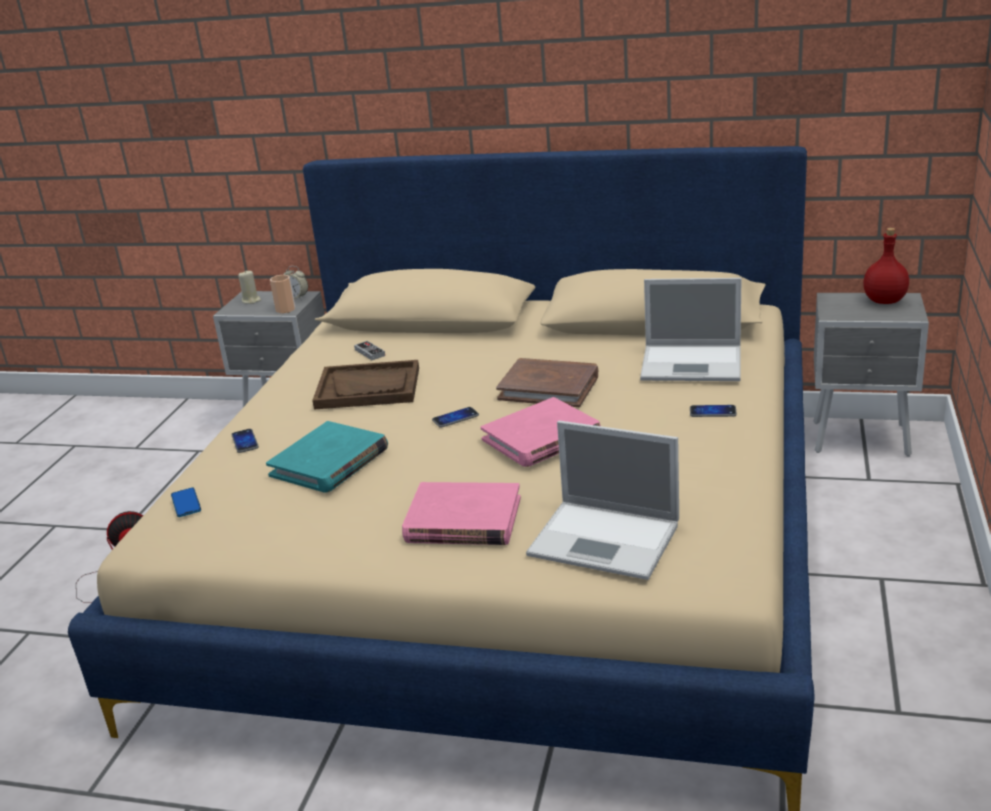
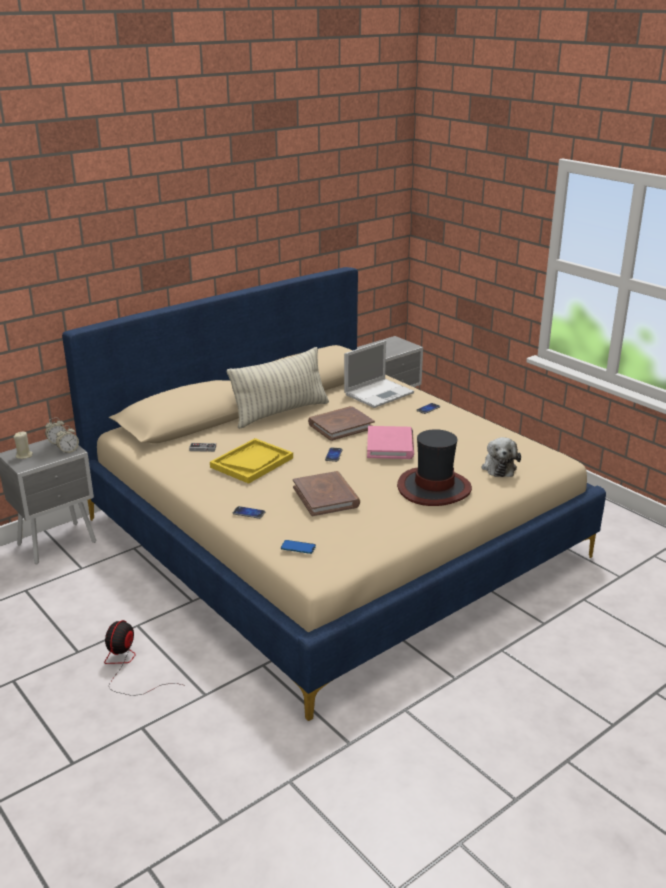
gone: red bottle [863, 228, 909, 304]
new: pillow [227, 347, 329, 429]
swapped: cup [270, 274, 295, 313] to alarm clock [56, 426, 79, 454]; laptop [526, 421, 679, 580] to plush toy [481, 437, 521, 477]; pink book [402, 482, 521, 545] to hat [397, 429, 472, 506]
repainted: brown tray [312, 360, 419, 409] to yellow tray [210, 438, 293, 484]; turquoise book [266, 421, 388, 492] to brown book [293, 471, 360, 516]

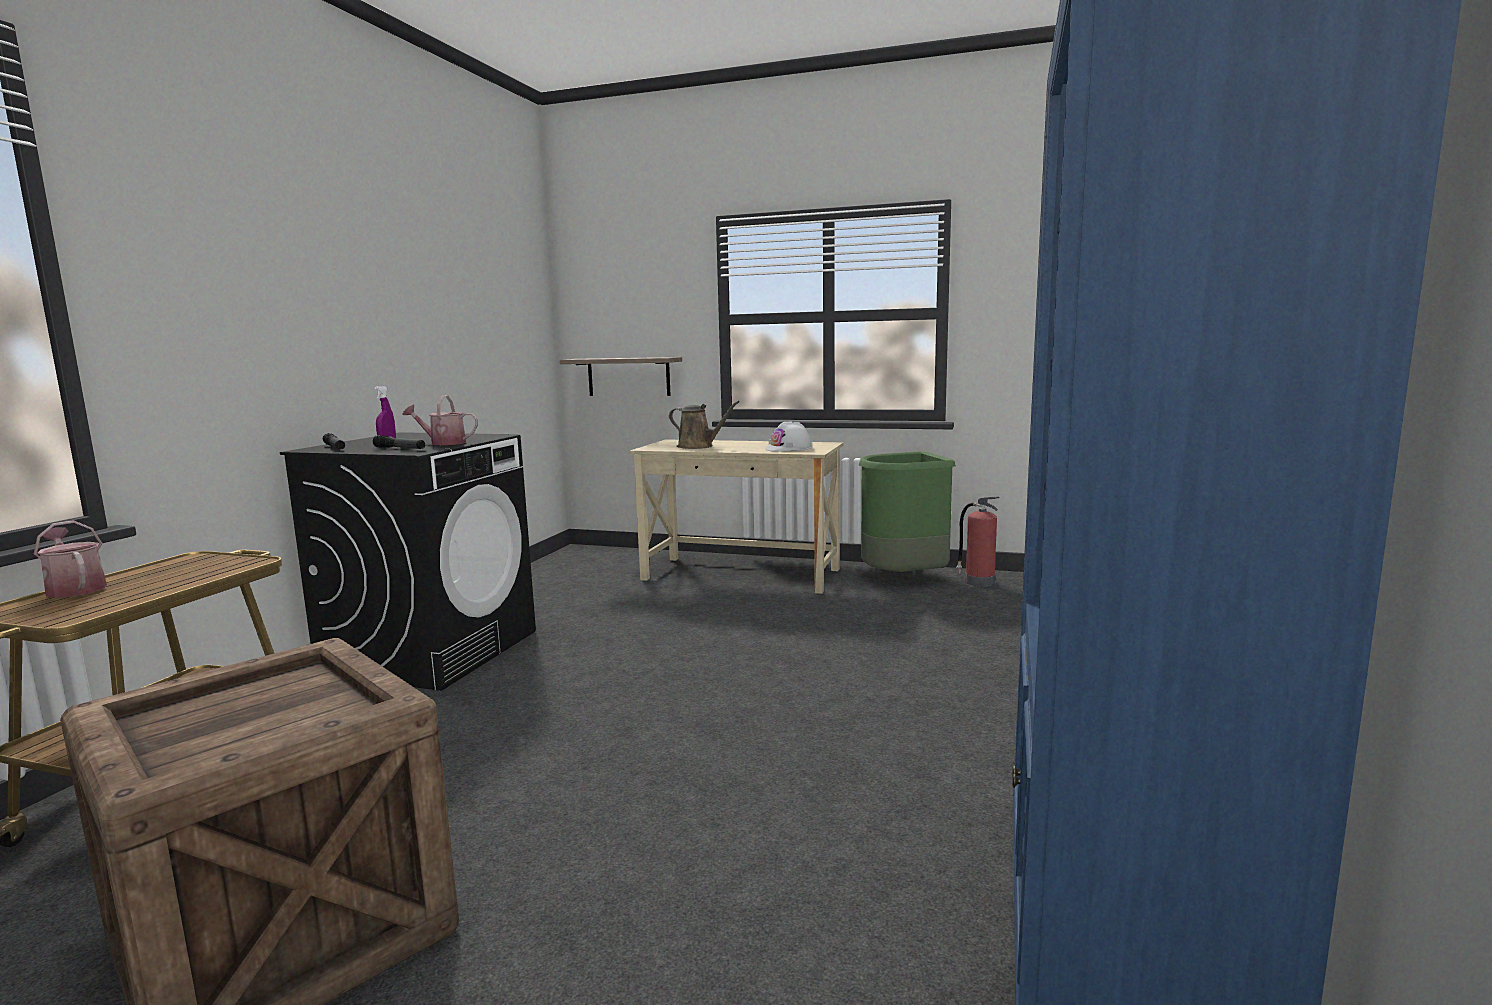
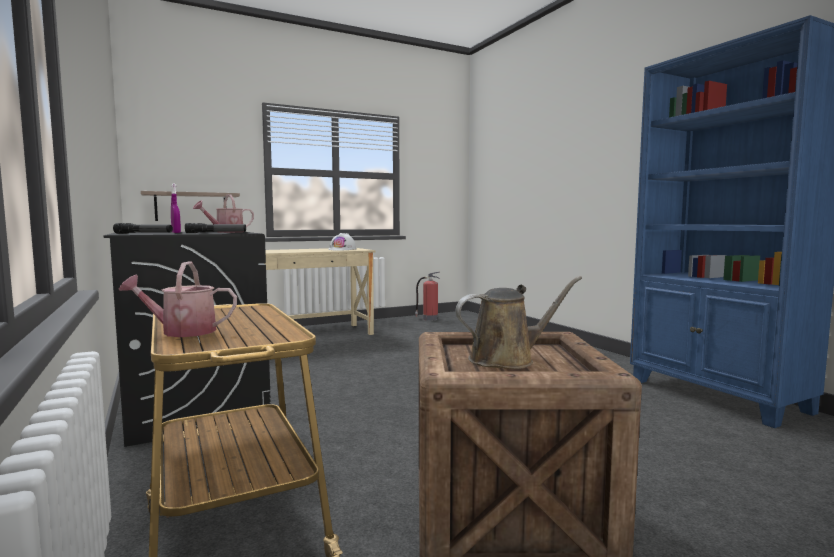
gone: green trash can [859, 452, 956, 572]
shifted: brown watering can [669, 401, 740, 449] to [456, 276, 582, 369]

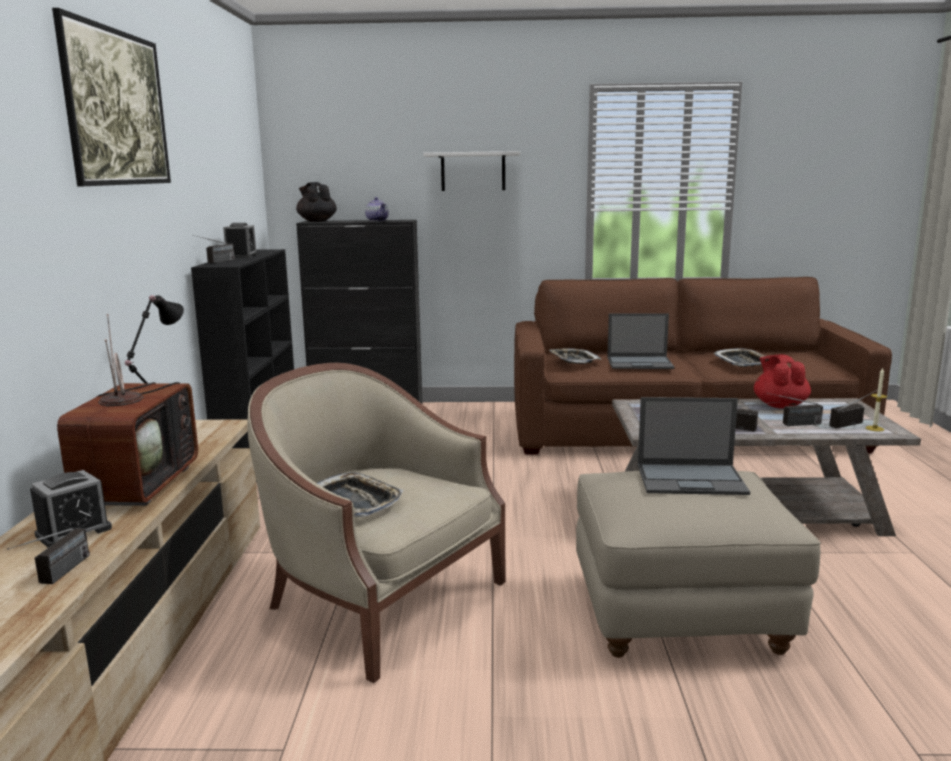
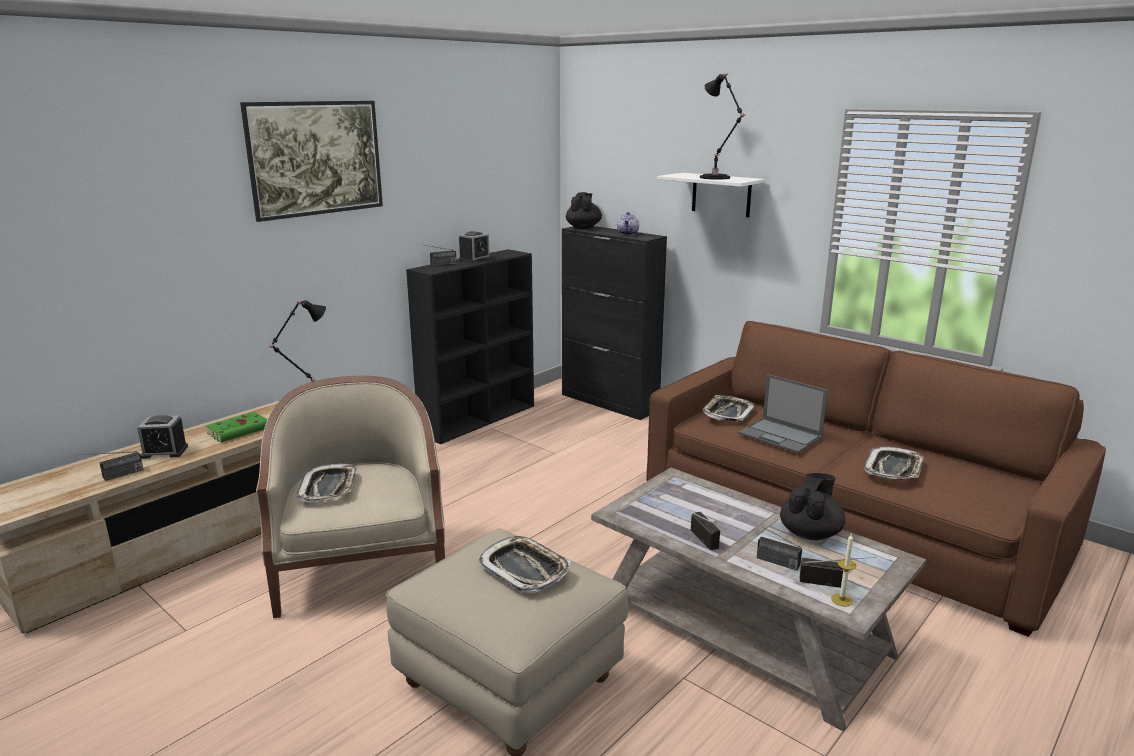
new: black table lamp [700, 73, 745, 180]
swapped: television [57, 314, 198, 506] to green book [206, 412, 268, 442]; laptop [638, 397, 750, 495] to tray [477, 536, 571, 593]
repainted: red teapot [754, 354, 811, 408] to black teapot [780, 473, 845, 540]

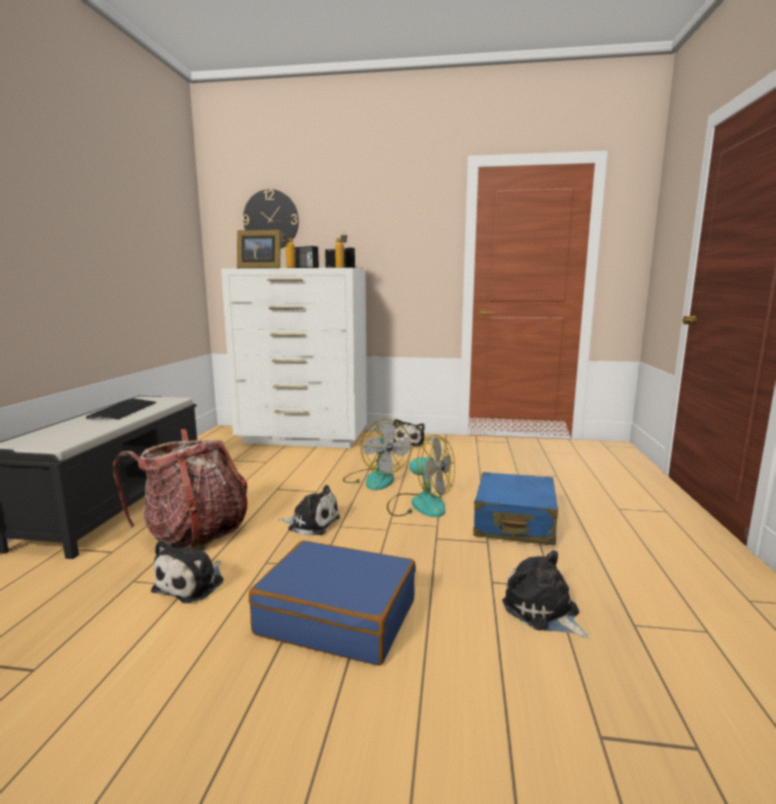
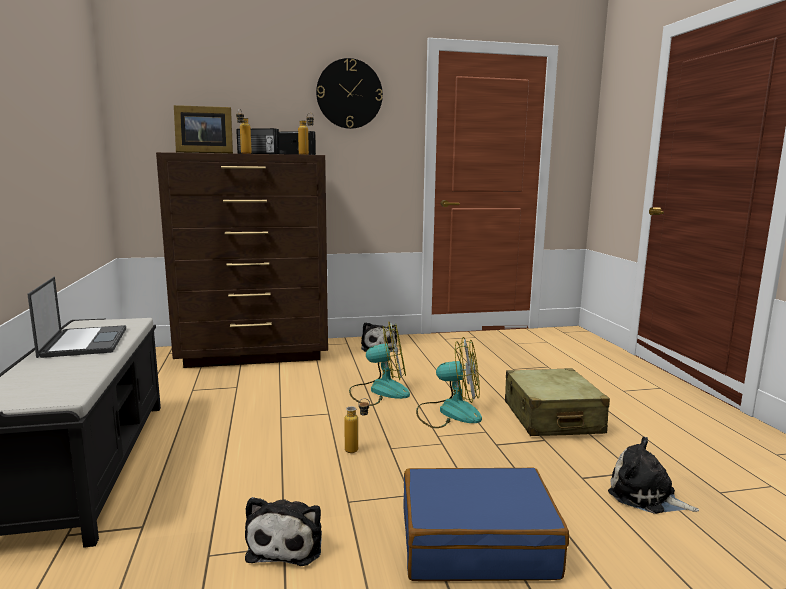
gone: backpack [113, 429, 247, 551]
shifted: wall clock [243, 189, 299, 249] to [316, 58, 383, 129]
swapped: keyboard [86, 398, 157, 420] to laptop [27, 277, 126, 358]; plush toy [278, 485, 340, 535] to bottle [344, 398, 370, 453]
repainted: white dresser [221, 268, 367, 448] to brown dresser [156, 152, 328, 368]; blue suitcase [473, 472, 558, 545] to beige suitcase [505, 368, 610, 436]
rotated: fan [343, 419, 411, 490] = [349, 321, 410, 406] 45 degrees counterclockwise

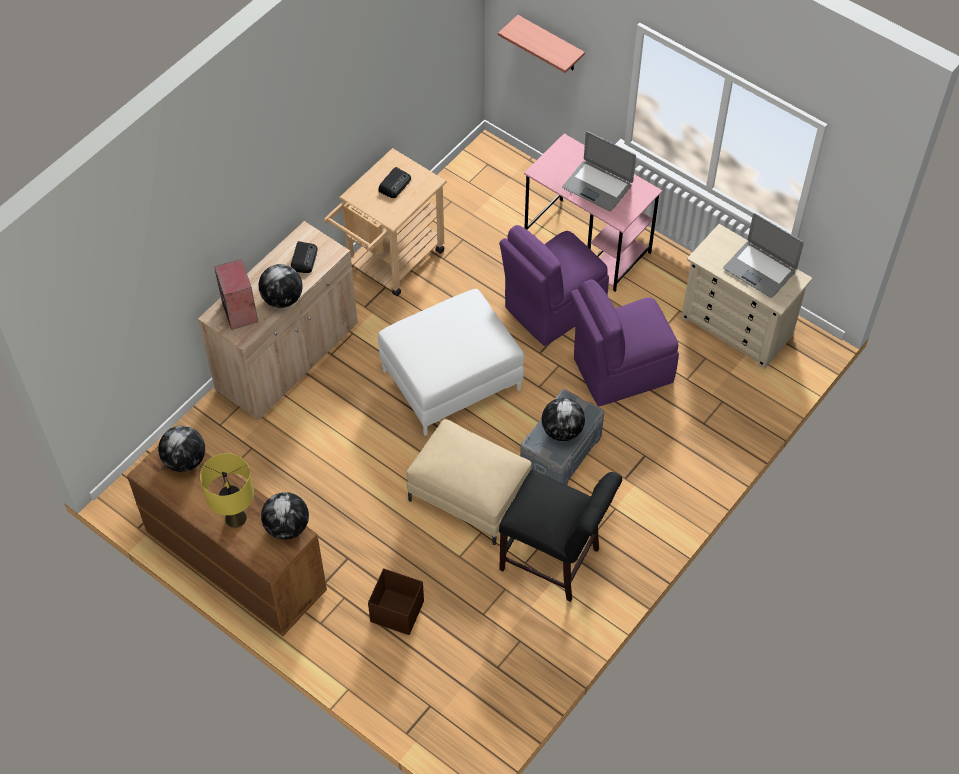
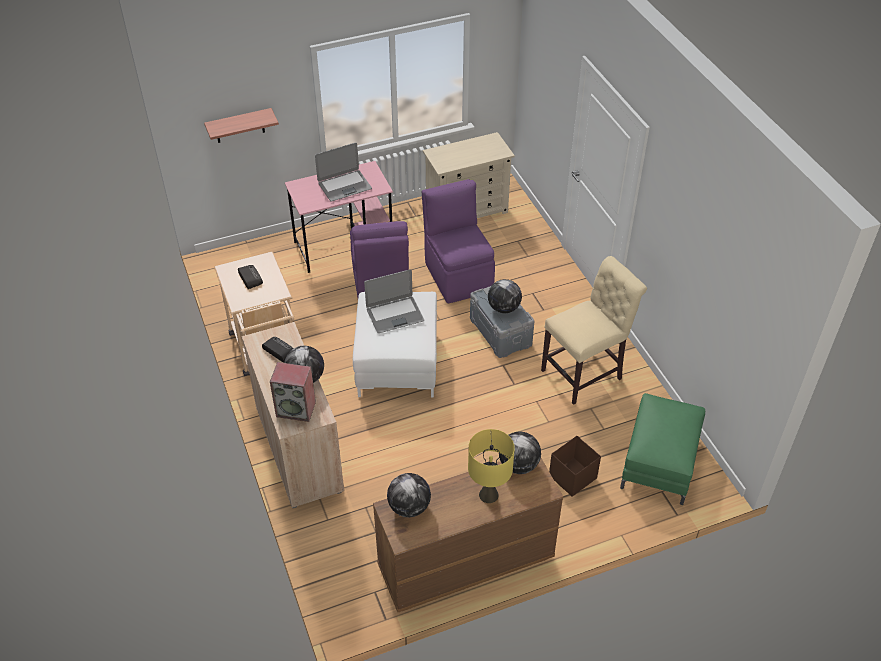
gone: beige ottoman [407, 419, 532, 545]
new: green ottoman [620, 393, 705, 505]
shifted: laptop [723, 213, 804, 298] to [364, 269, 424, 333]
repainted: black chair [499, 469, 622, 602] to beige chair [541, 256, 647, 405]
rotated: purple chair [570, 279, 679, 406] = [422, 179, 495, 303] 150 degrees clockwise

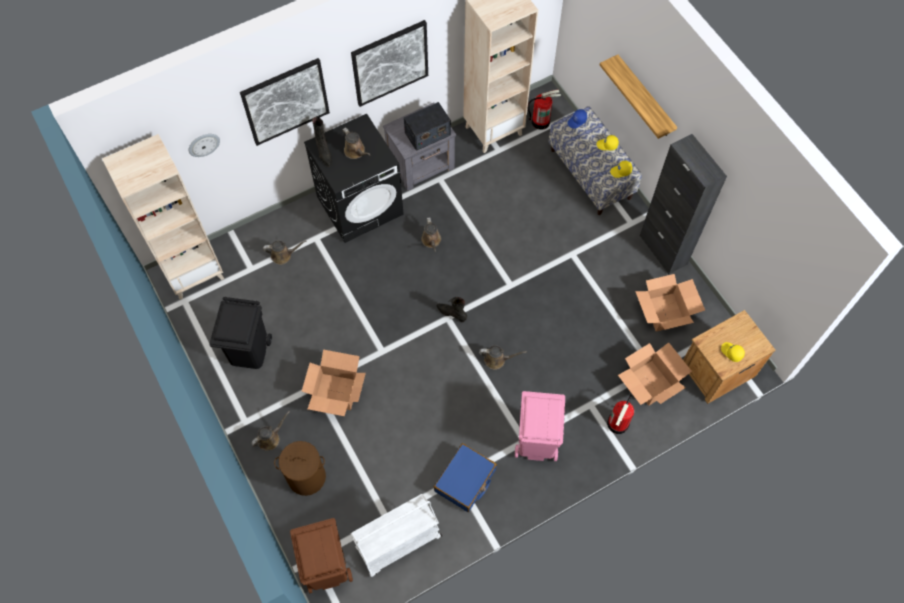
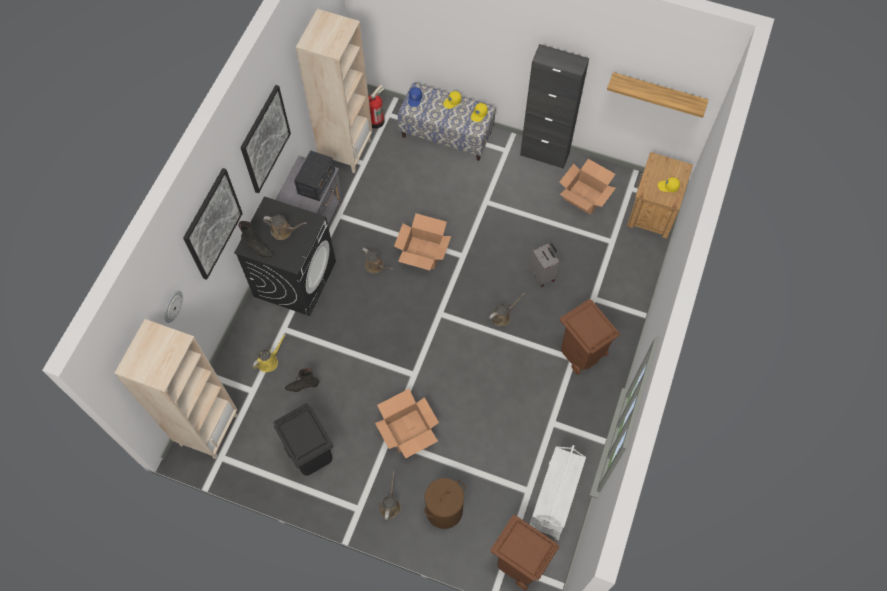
gone: fire extinguisher [607, 395, 634, 434]; blue suitcase [434, 443, 497, 512]
new: grey suitcase [529, 243, 560, 287]
shifted: shelf [600, 55, 677, 139] to [607, 72, 708, 118]; black boot [437, 297, 467, 322] to [285, 368, 319, 392]; cardboard box [618, 342, 692, 406] to [394, 213, 451, 270]
repainted: brown watering can [263, 240, 307, 265] to yellow watering can [253, 334, 286, 372]; pink trash can [515, 391, 565, 461] to brown trash can [560, 299, 620, 375]

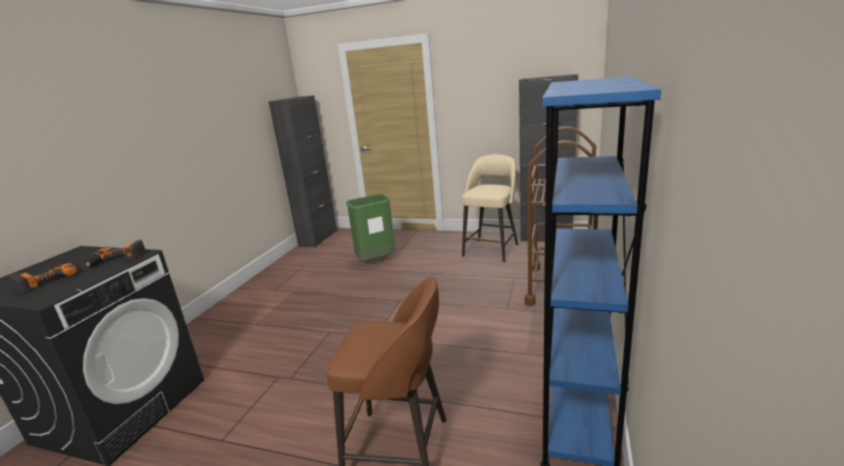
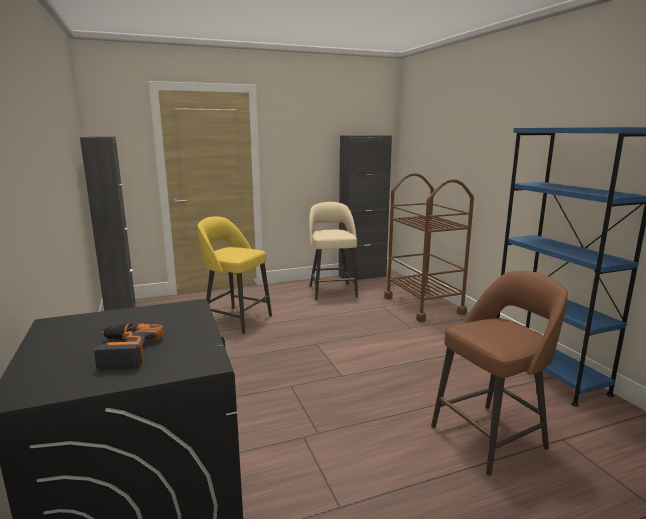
gone: power drill [85, 240, 146, 267]
swapped: green trash can [346, 194, 396, 261] to yellow stool [198, 216, 272, 334]

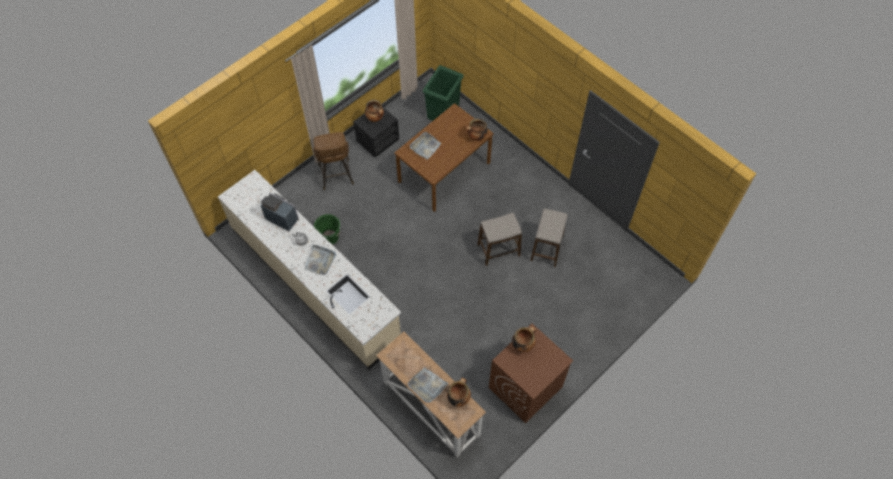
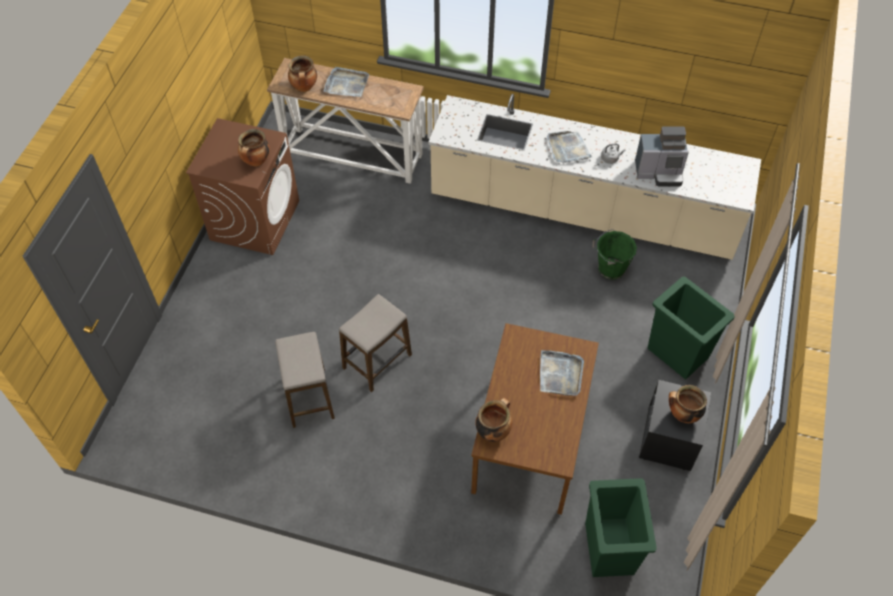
swapped: brown stool [313, 132, 354, 190] to green trash can [648, 276, 735, 380]

